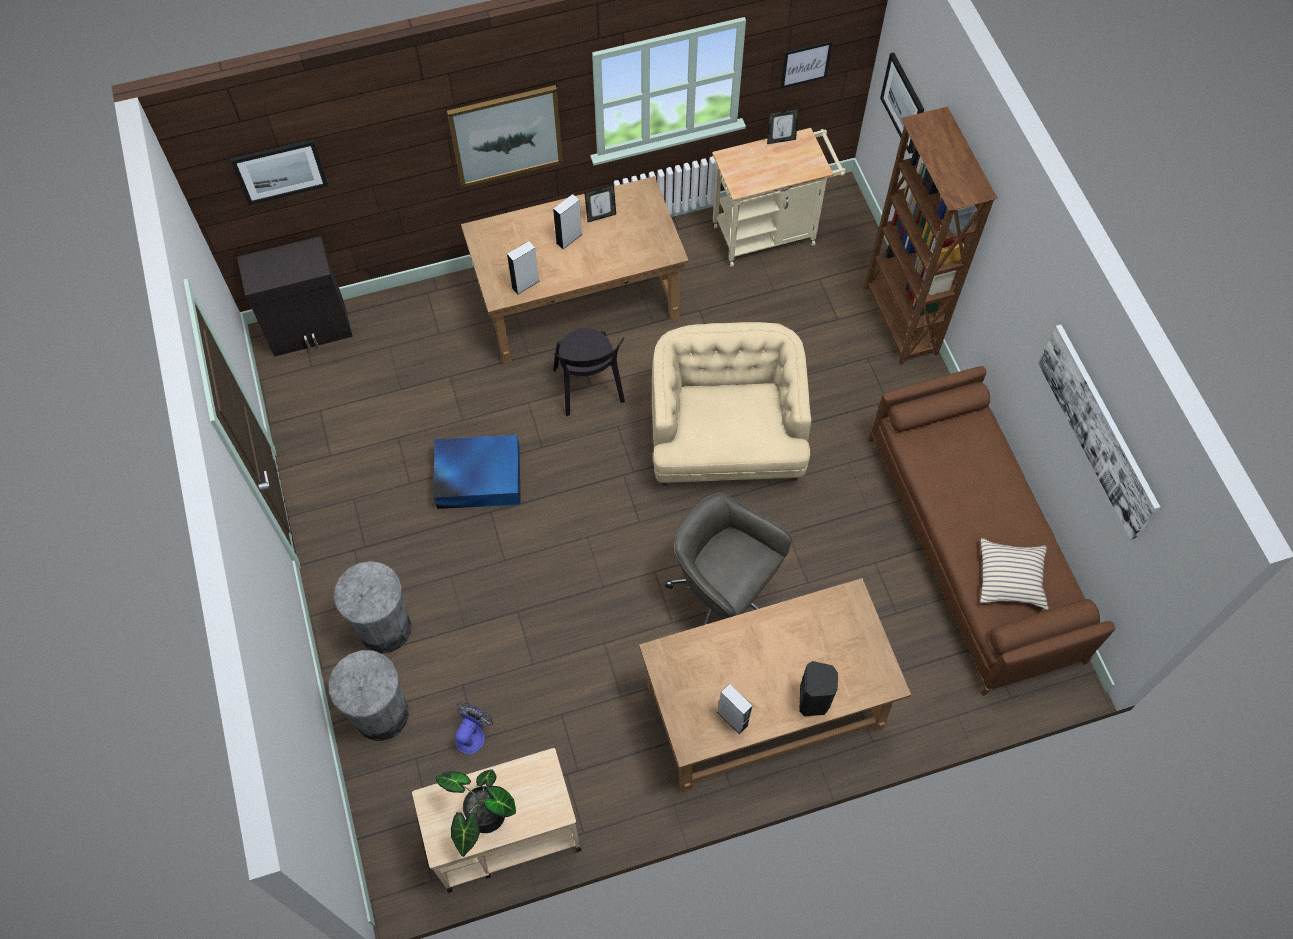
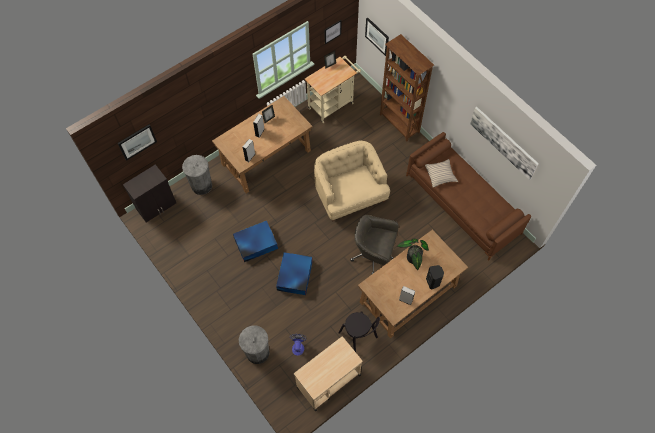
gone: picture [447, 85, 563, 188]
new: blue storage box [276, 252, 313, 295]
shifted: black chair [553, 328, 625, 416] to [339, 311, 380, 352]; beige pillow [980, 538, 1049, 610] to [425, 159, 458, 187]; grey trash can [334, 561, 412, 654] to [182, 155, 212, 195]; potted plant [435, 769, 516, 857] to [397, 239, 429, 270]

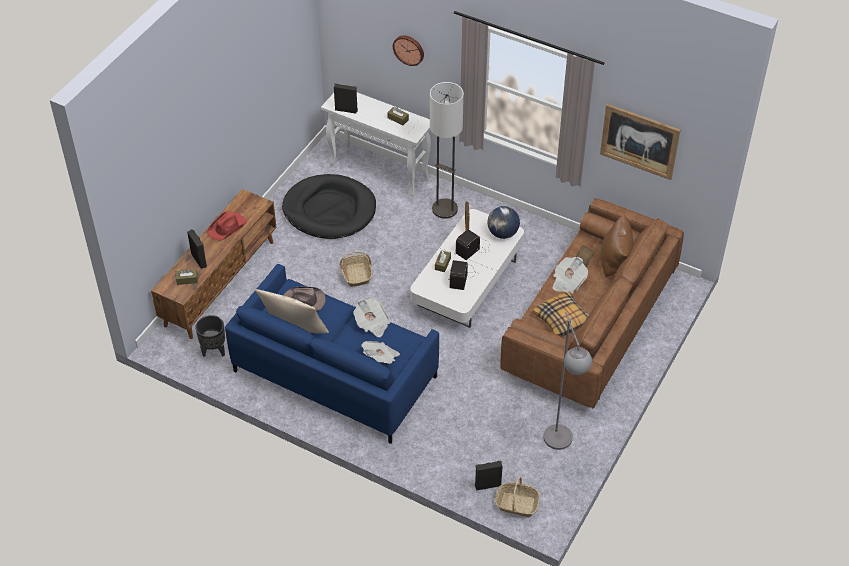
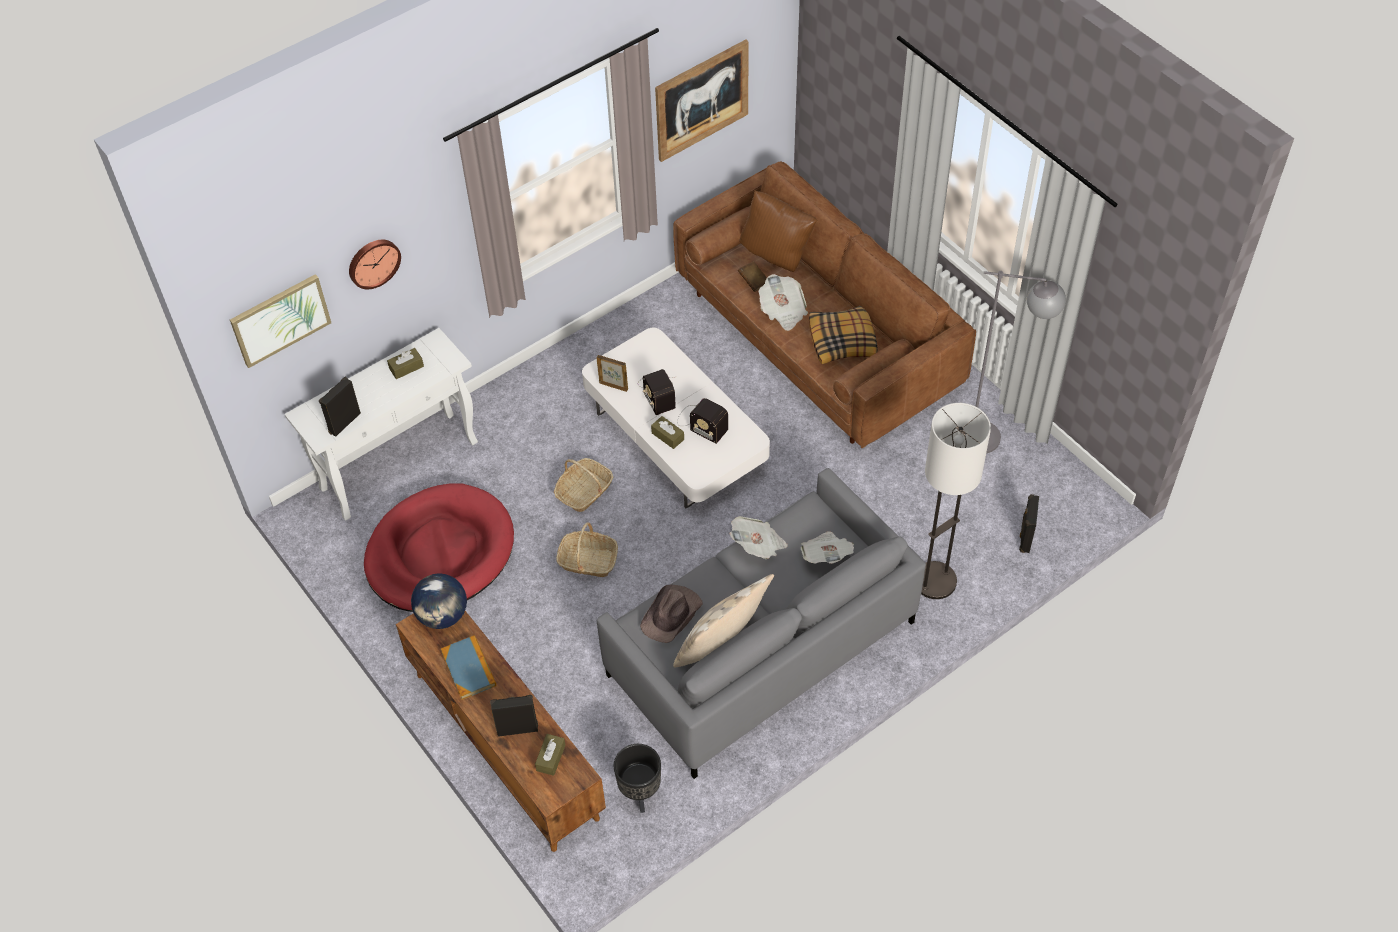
new: picture [230, 274, 331, 368]
shifted: floor lamp [430, 82, 464, 219] to [921, 403, 991, 599]; globe [487, 206, 520, 239] to [411, 574, 467, 629]; basket [495, 477, 540, 517] to [554, 458, 613, 512]
swapped: red hat [207, 211, 247, 241] to book [441, 635, 496, 700]
repainted: black dog bed [282, 174, 376, 239] to red dog bed [364, 483, 514, 612]; blue sofa [225, 264, 439, 444] to grey sofa [597, 468, 926, 779]

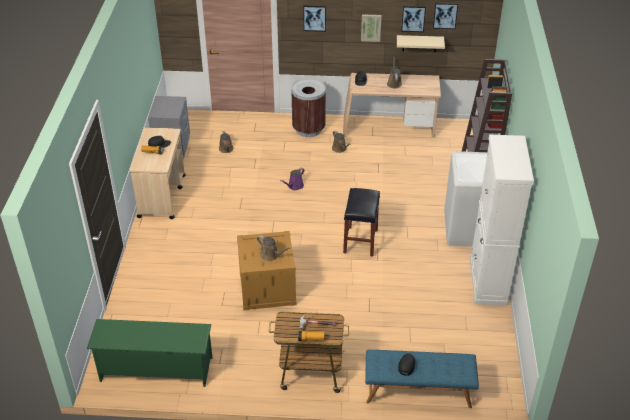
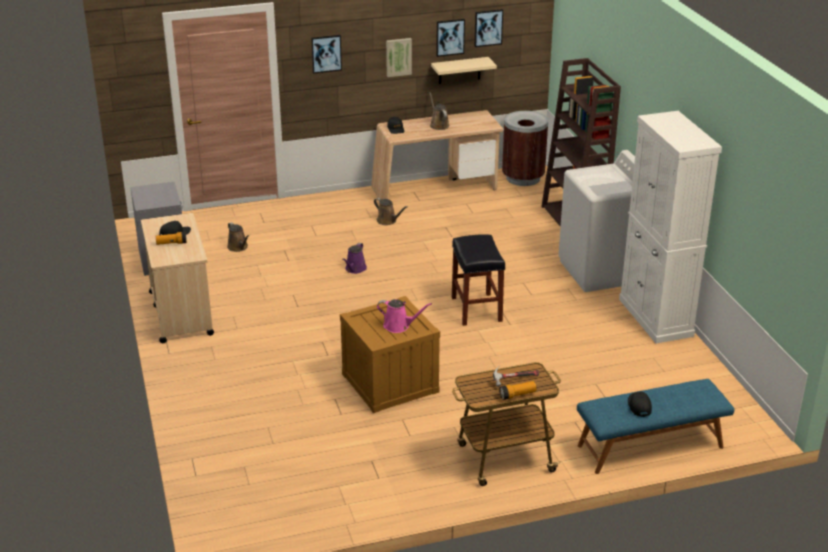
gone: green shoe rack [87, 319, 213, 387]
shifted: brown trash can [291, 78, 326, 137] to [502, 111, 548, 186]
repainted: brown watering can [257, 235, 291, 261] to pink watering can [377, 299, 432, 333]

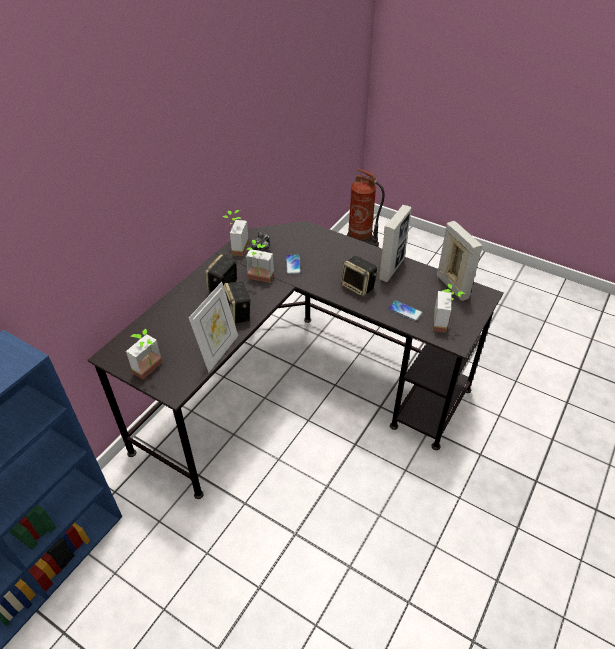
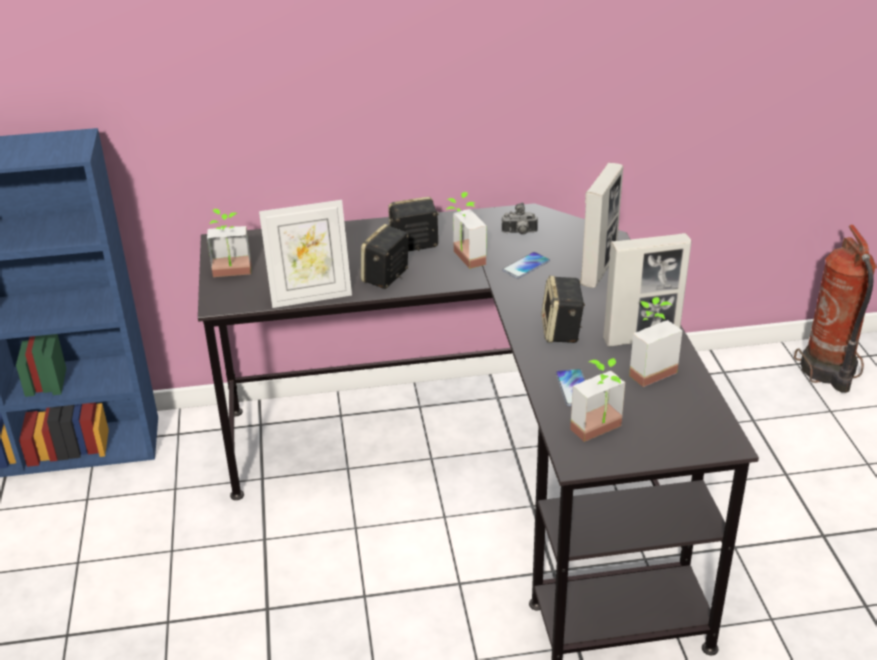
shifted: potted plant [222, 210, 249, 256] to [629, 297, 682, 387]; picture frame [437, 221, 483, 301] to [580, 163, 623, 288]

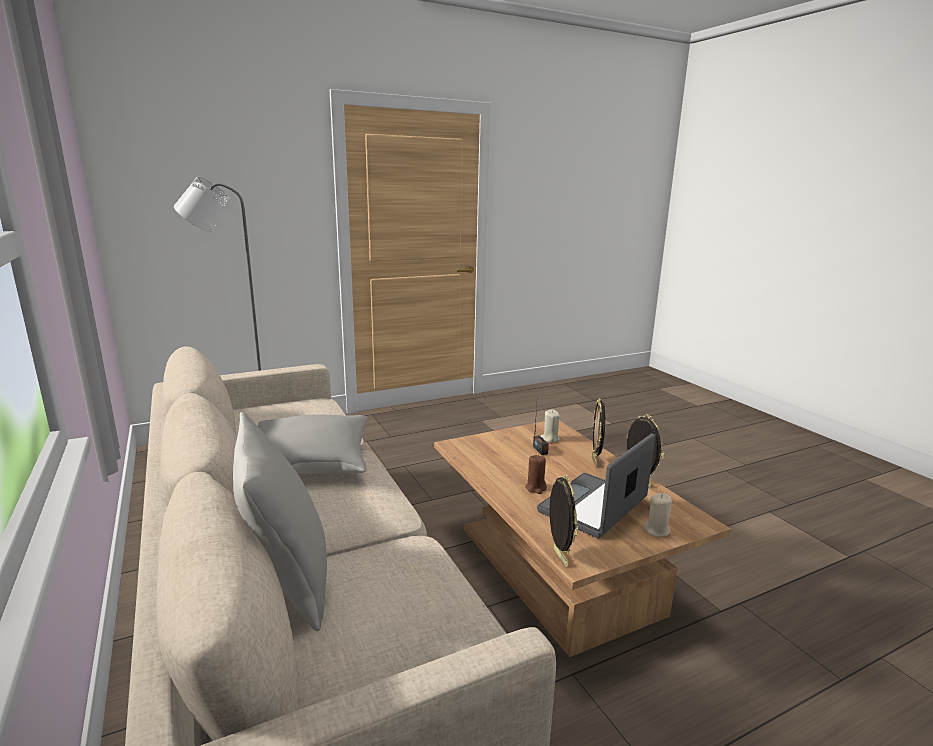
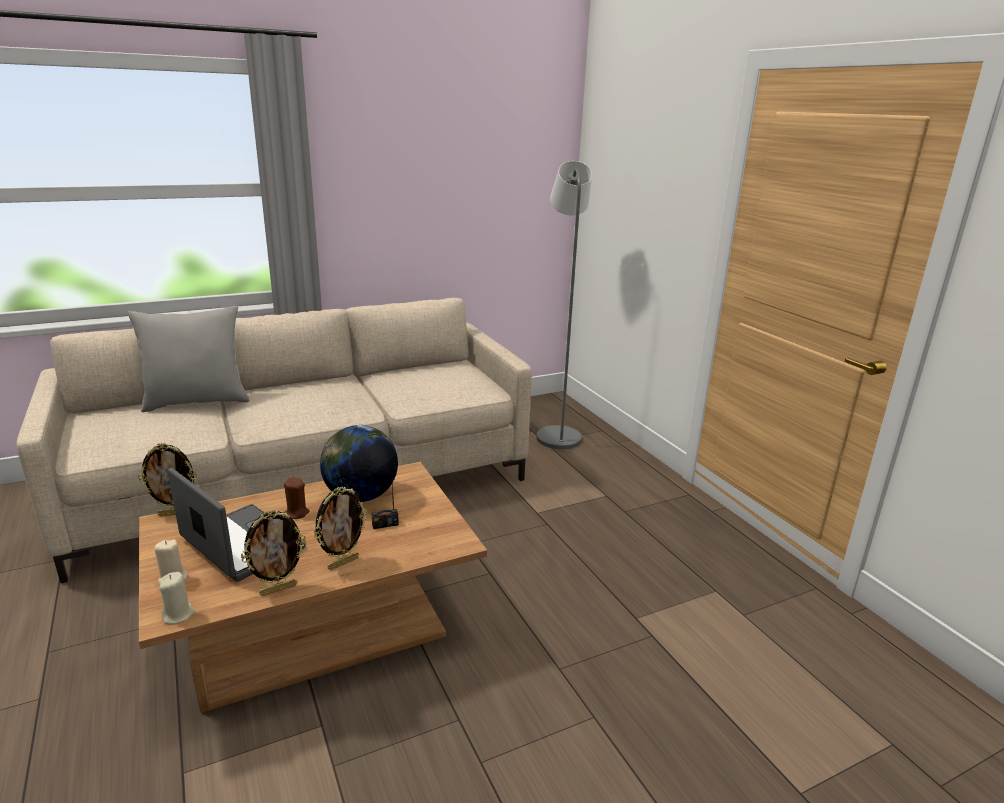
gone: grey pillow [258, 414, 367, 473]
new: globe [320, 425, 398, 502]
shifted: beige candle [541, 409, 560, 442] to [158, 572, 195, 624]
rotated: picture frame [592, 398, 605, 467] = [313, 487, 368, 570] 135 degrees clockwise

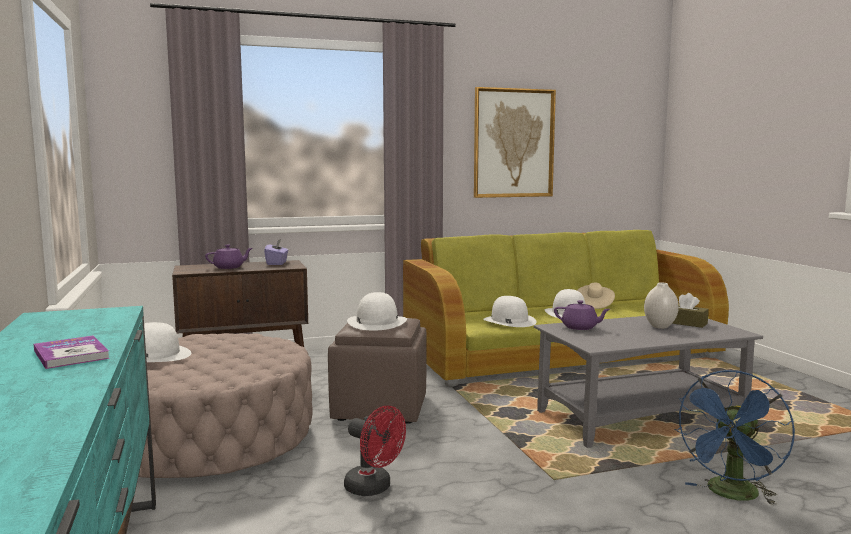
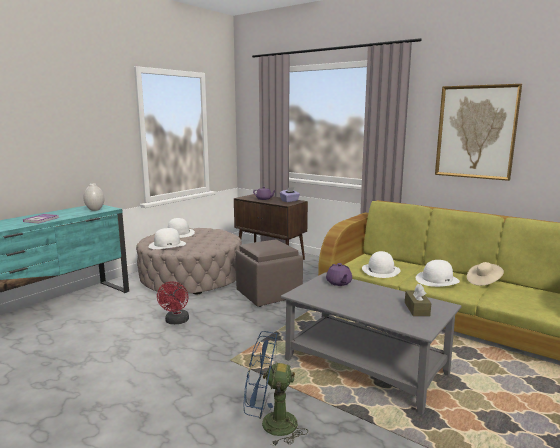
shifted: white vase [644, 282, 679, 329] to [84, 184, 104, 211]; white hat [347, 292, 407, 330] to [148, 228, 186, 249]

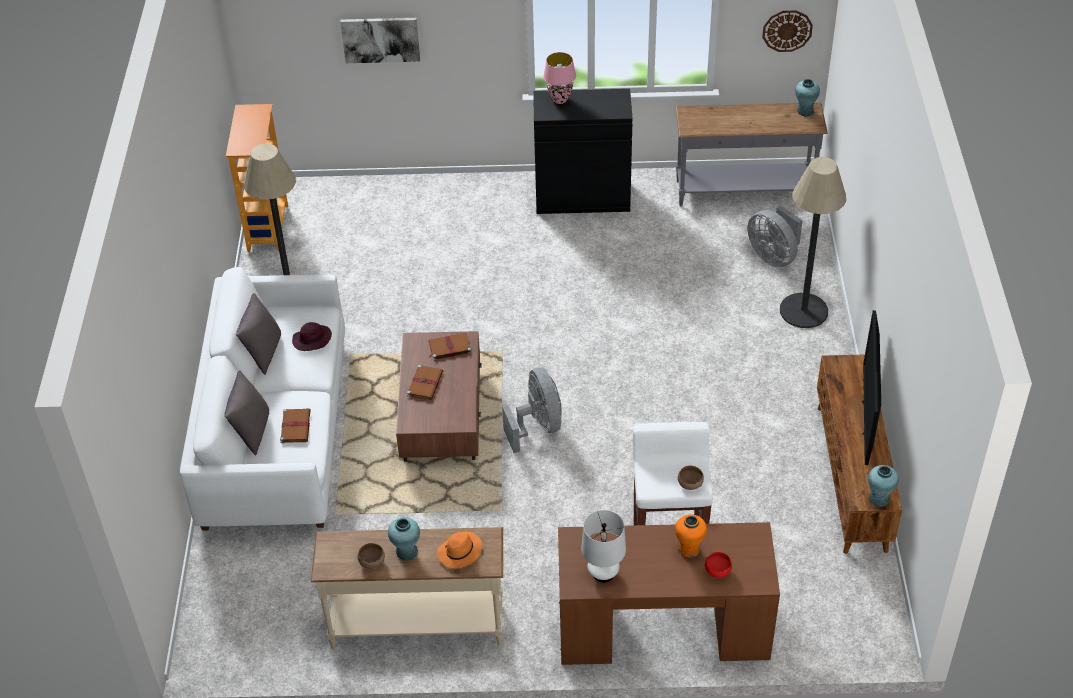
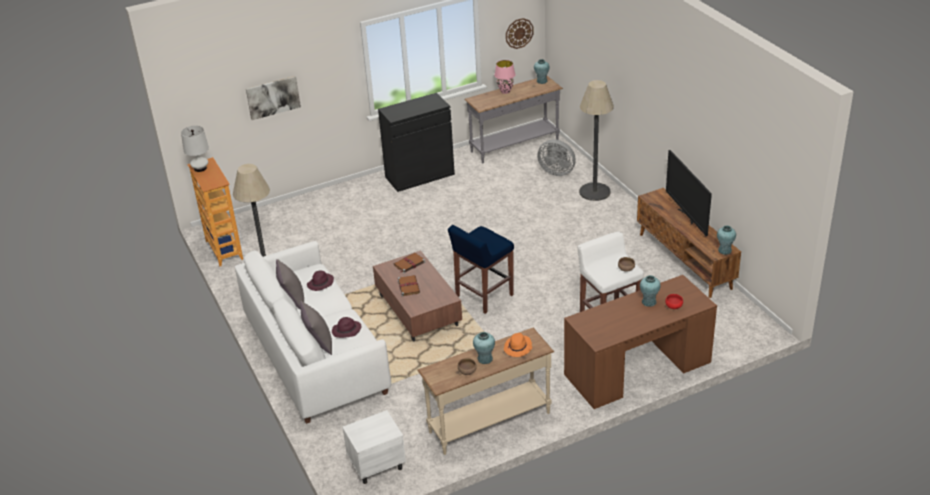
new: white nightstand [342, 410, 406, 484]
shifted: pink table lamp [543, 52, 576, 104] to [495, 60, 515, 94]; white table lamp [581, 510, 626, 583] to [181, 126, 209, 172]
swapped: grey fan [502, 367, 562, 453] to blue stool [448, 225, 514, 314]; brown book [280, 408, 311, 443] to purple hat [332, 317, 362, 338]
repainted: orange vase [675, 514, 707, 558] to turquoise vase [640, 275, 661, 307]

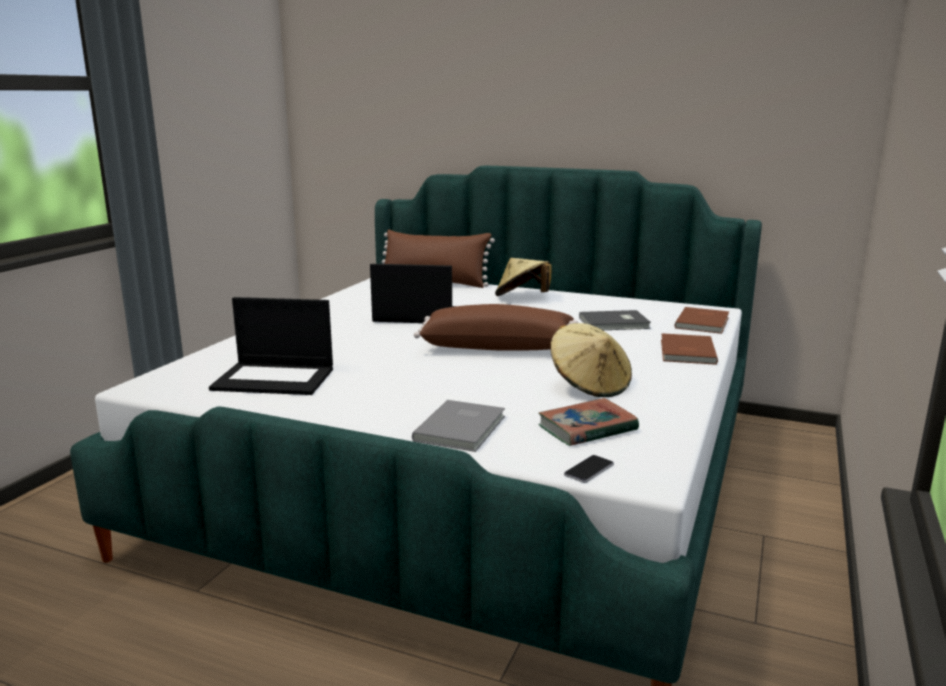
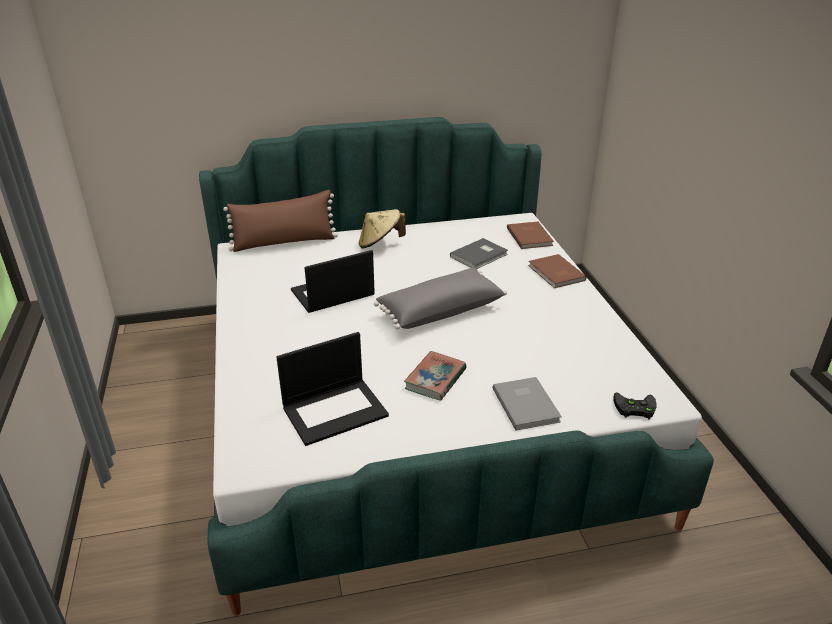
gone: beige hat [550, 323, 632, 397]
shifted: book [538, 398, 639, 446] to [404, 351, 467, 401]
swapped: phone [564, 455, 614, 483] to black game controller [613, 392, 657, 420]
repainted: brown pillow [414, 304, 578, 351] to grey pillow [374, 268, 507, 330]

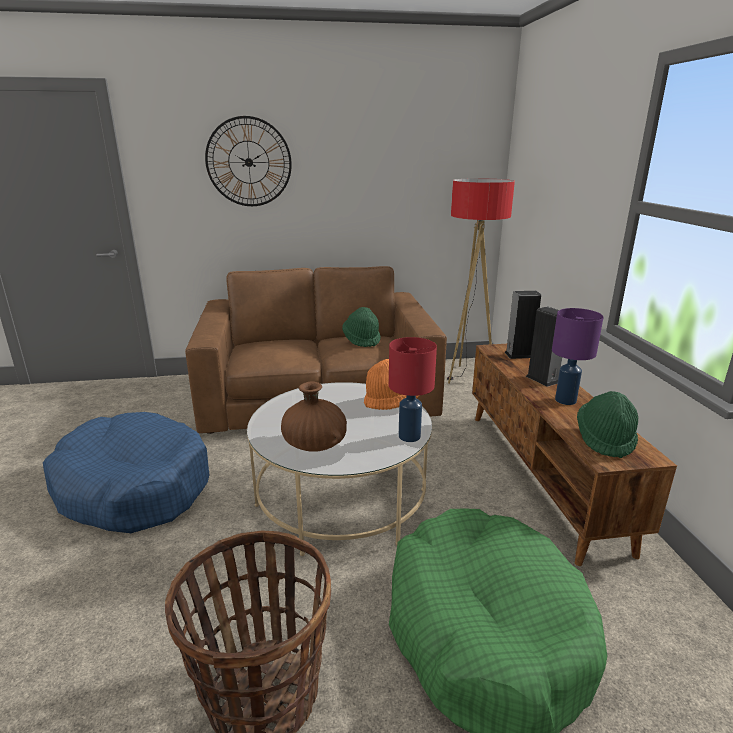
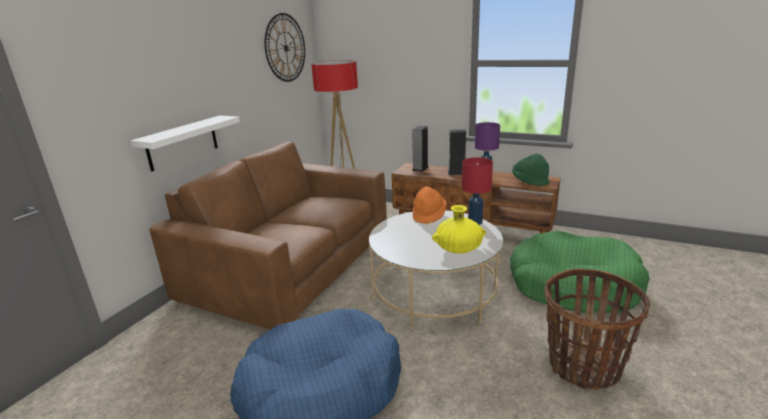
gone: green hat [342, 307, 381, 347]
new: white shelf [131, 115, 240, 172]
shifted: wall clock [205, 116, 292, 206] to [265, 13, 305, 82]
repainted: brown vase [281, 382, 347, 452] to yellow vase [432, 205, 486, 254]

